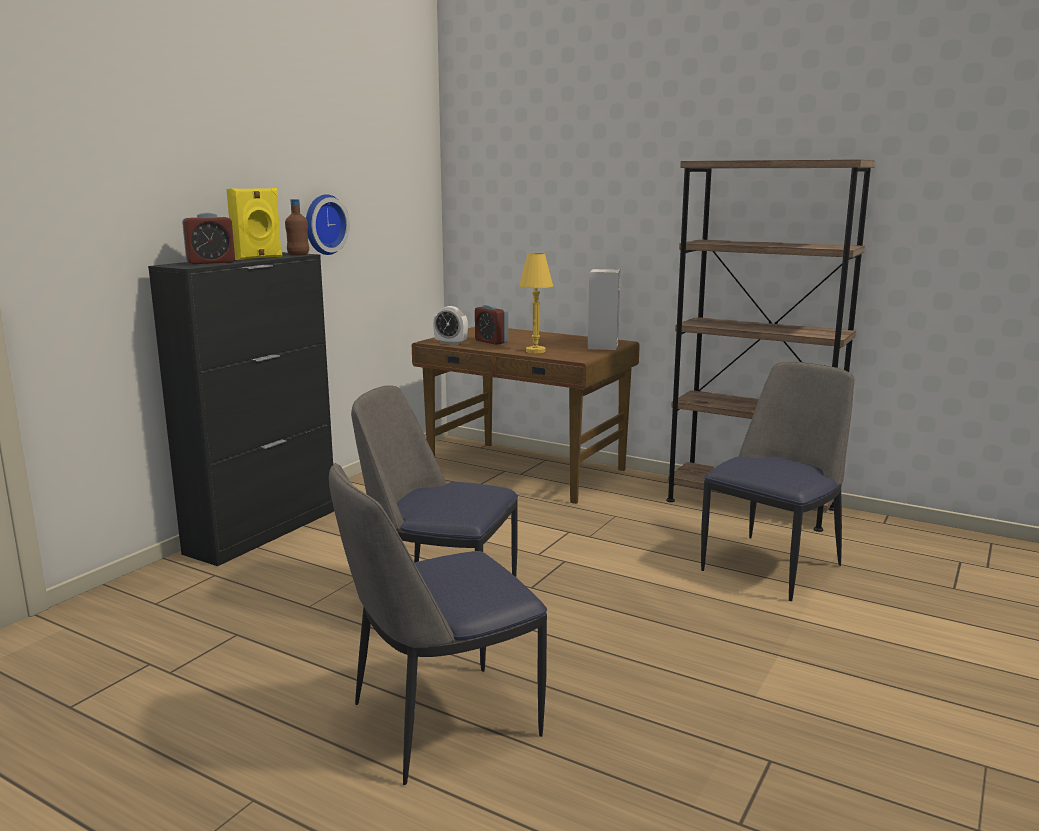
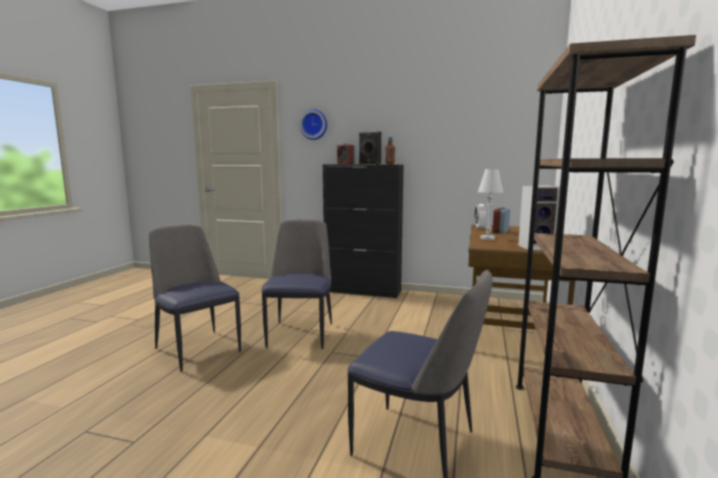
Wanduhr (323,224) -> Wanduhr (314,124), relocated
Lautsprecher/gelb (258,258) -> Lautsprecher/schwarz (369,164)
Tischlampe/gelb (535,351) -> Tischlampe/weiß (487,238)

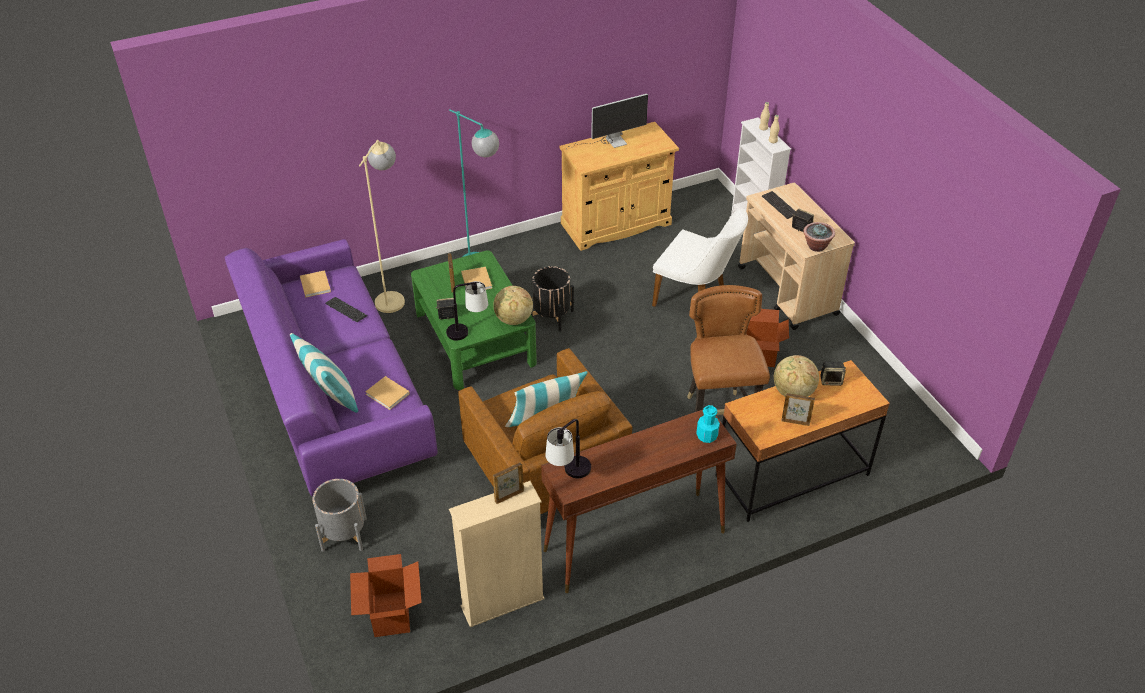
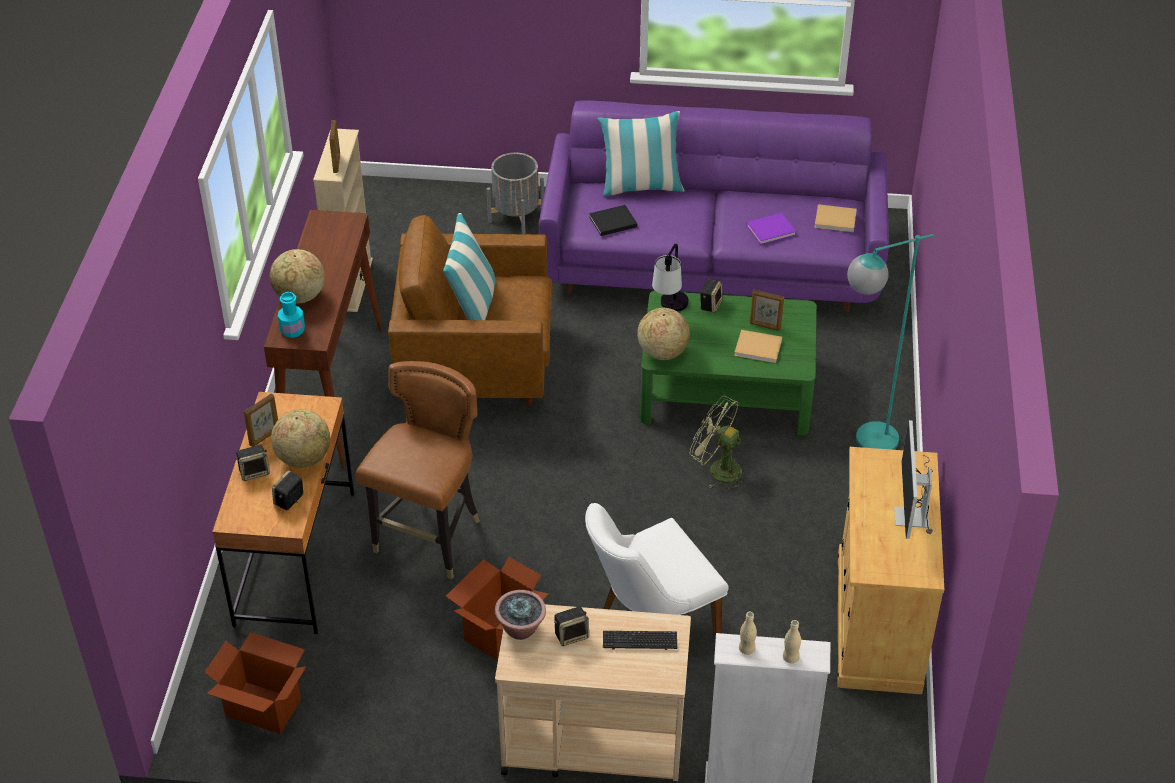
Stehlampe/beige (393,296) -> none
Tischlampe (569,476) -> none
none -> Lautsprecher (254,472)
none -> Globus (299,297)
Karton (390,614) -> Karton (263,707), relocated
Tastatur (346,310) -> Buch/lila (772,230)
Pflanzkübel/schwarz (552,316) -> Ventilator/grün (717,469)
Buch/beige (388,394) -> Buch/schwarz (611,222)
Stuhl/braun (718,418) -> Stuhl/braun (430,540), 90 degrees counterclockwise

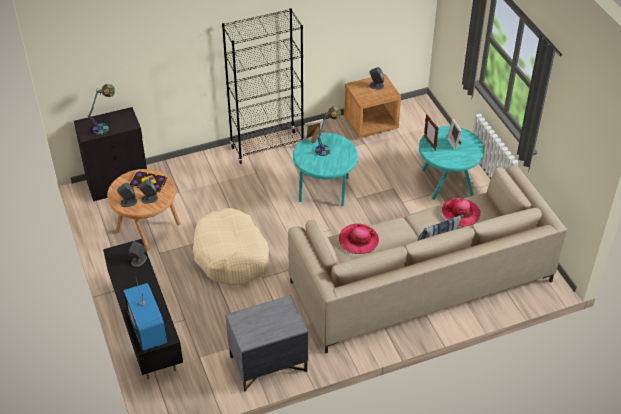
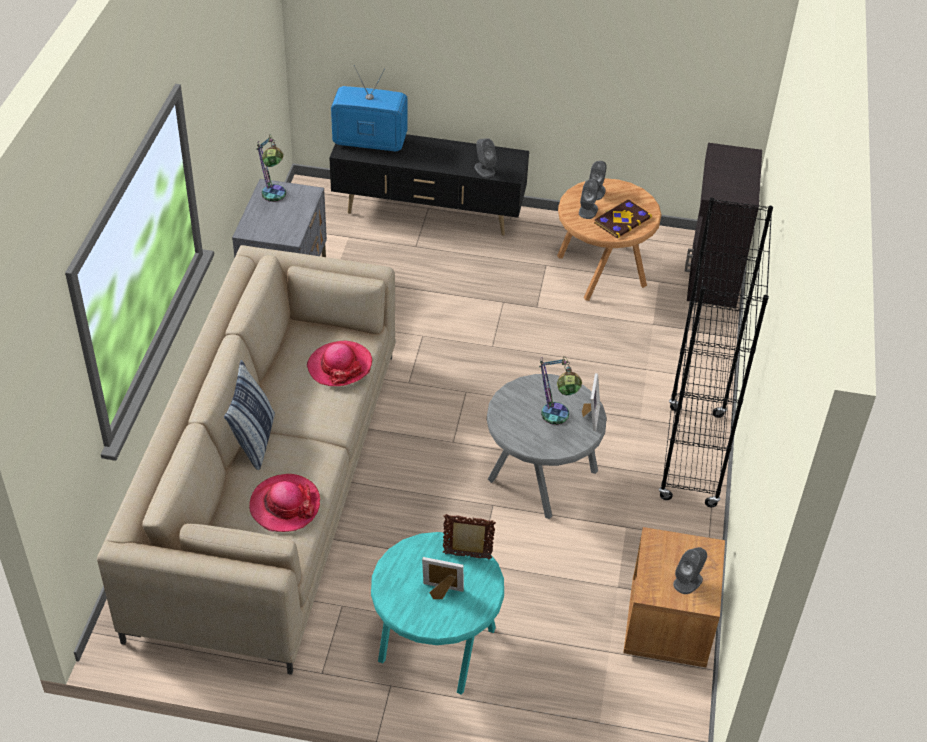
Hundebett/beige (231,256) -> none
Tischlampe (105,127) -> Tischlampe (274,199), relocated
Beistelltisch/türkis (325,190) -> Beistelltisch/grau (540,477)

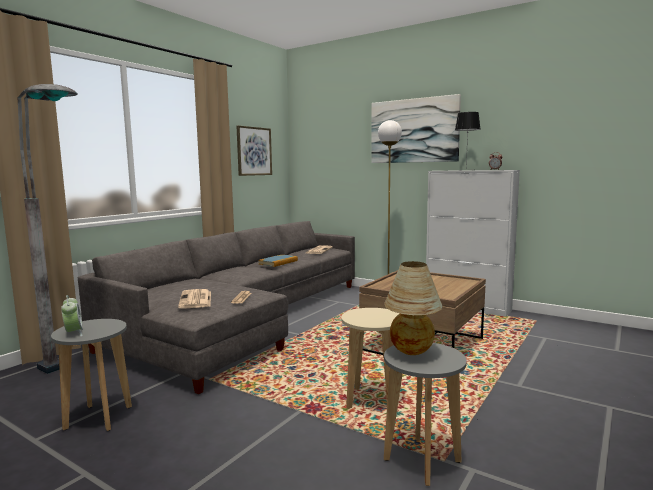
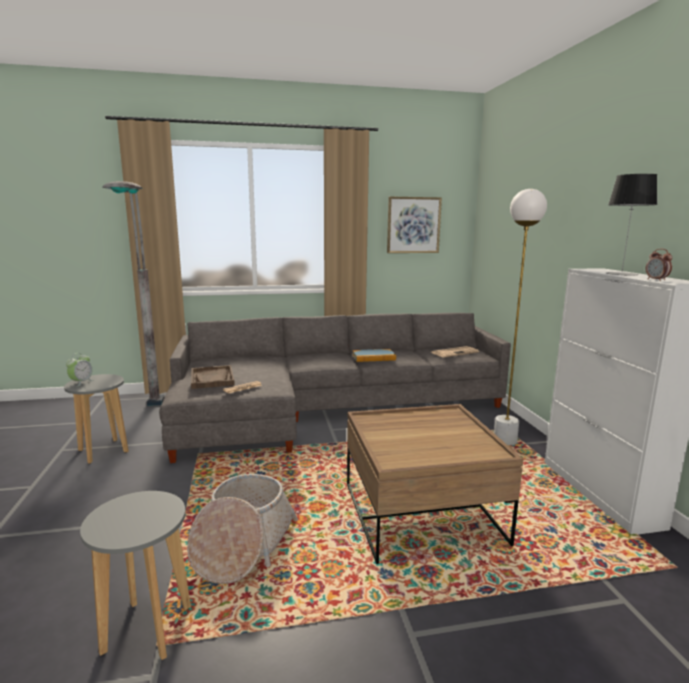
Bild (414,131) -> none
Tischlampe (411,352) -> none
Zeitung (196,300) -> Tablett/braun (212,378)
Hocker/beige (372,401) -> Korb (242,544)

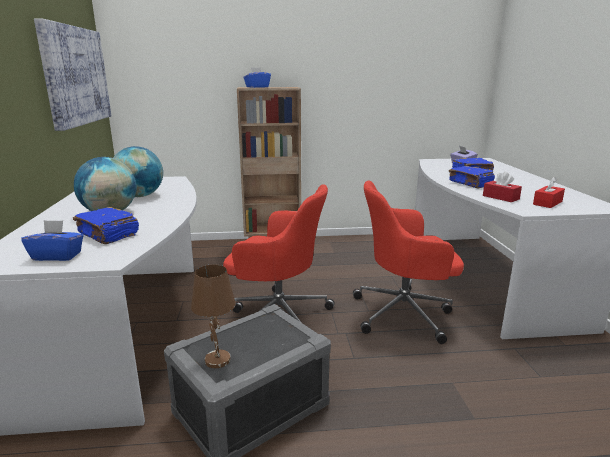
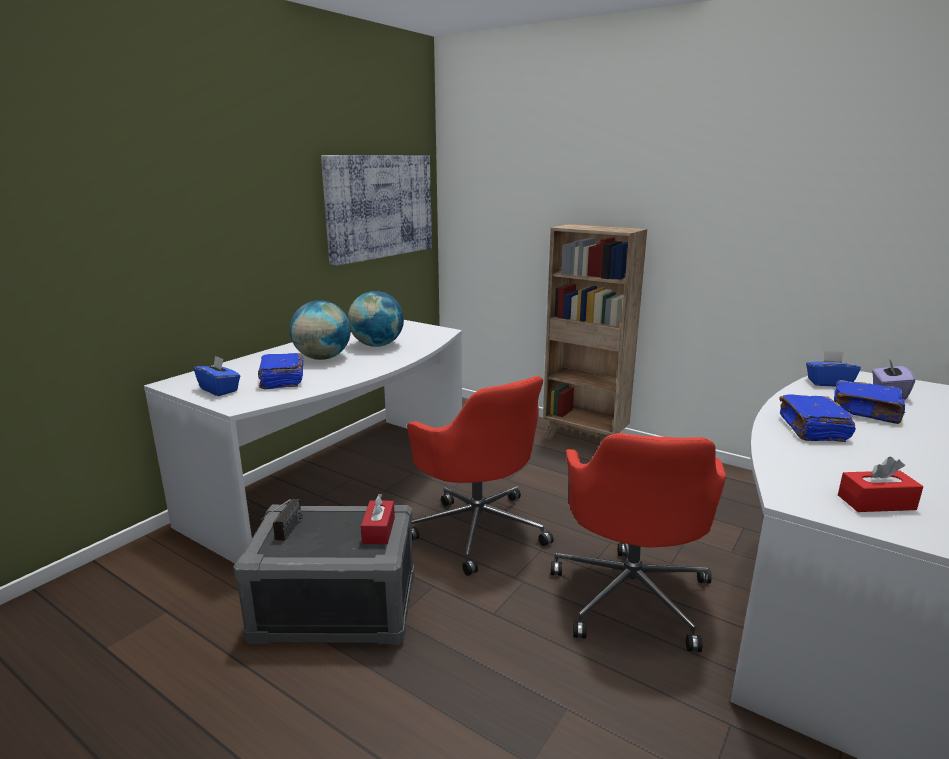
Taschentuchbox/blau (257,87) -> Taschentuchbox/blau (828,383), relocated
Taschentuchbox/rot (500,197) -> Taschentuchbox/rot (378,530), relocated
Tischlampe/braun (217,360) -> Radio (285,535)
Bürostuhl/rot (404,313) -> Bürostuhl/rot (631,594), 120 degrees counterclockwise

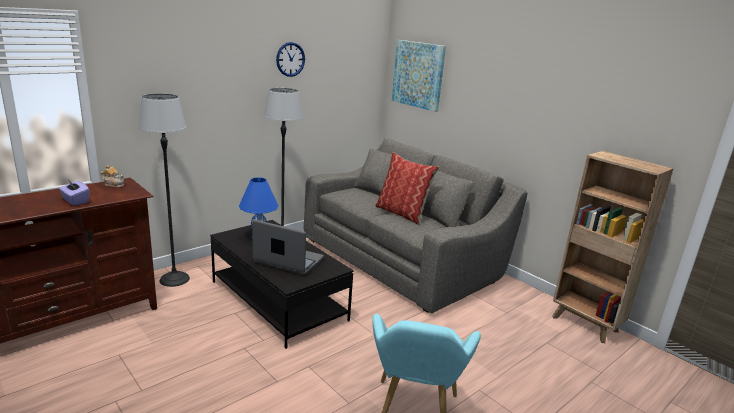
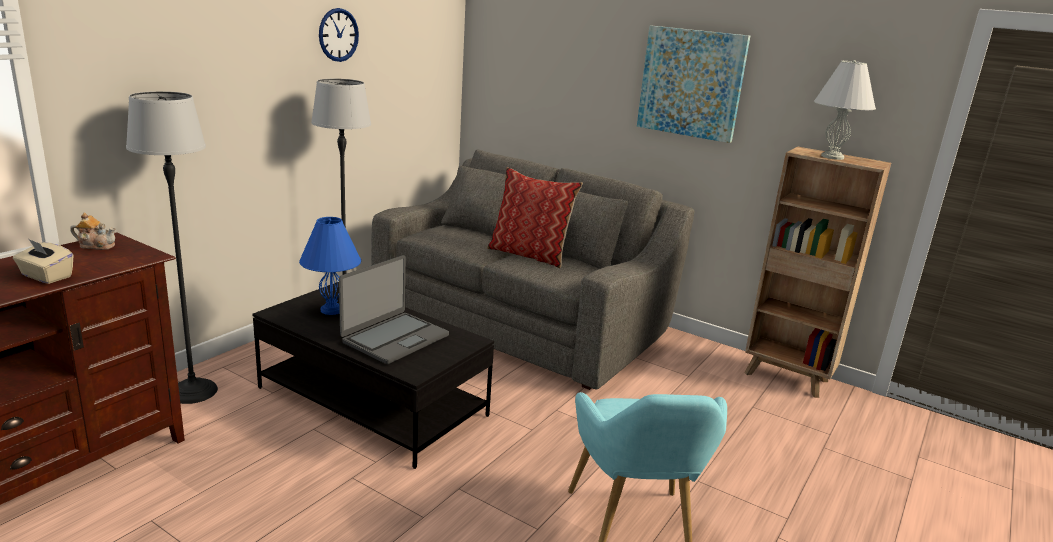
none -> Tischlampe/weiß (832,157)
Bild (418,74) -> Bild (691,83), relocated
Taschentuchbox/lila (75,201) -> Taschentuchbox/beige (46,276)
Laptop (288,261) -> Laptop (394,338), 120 degrees clockwise

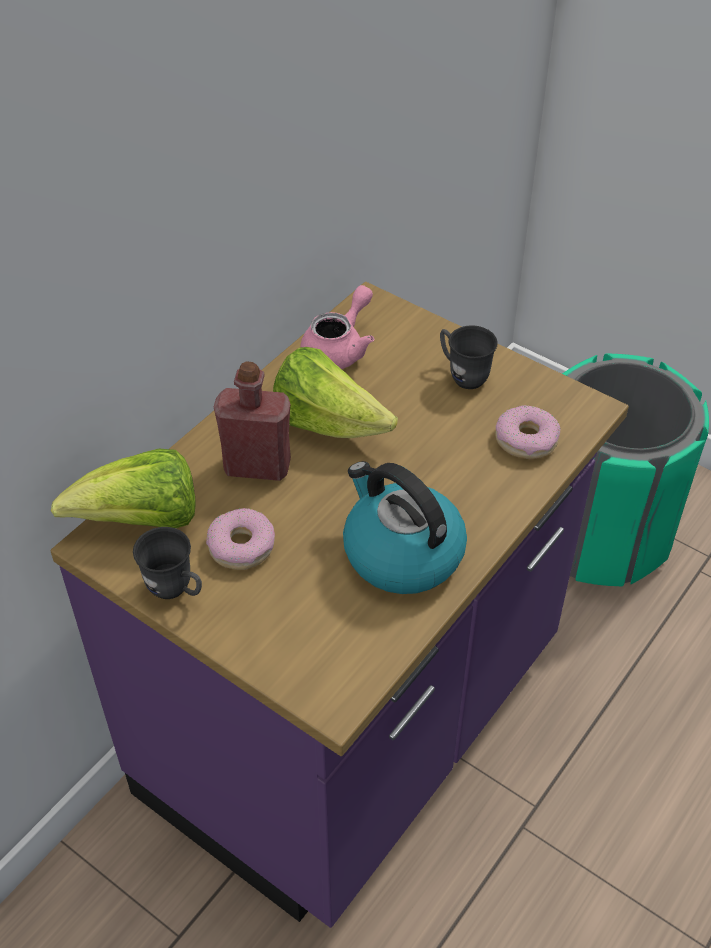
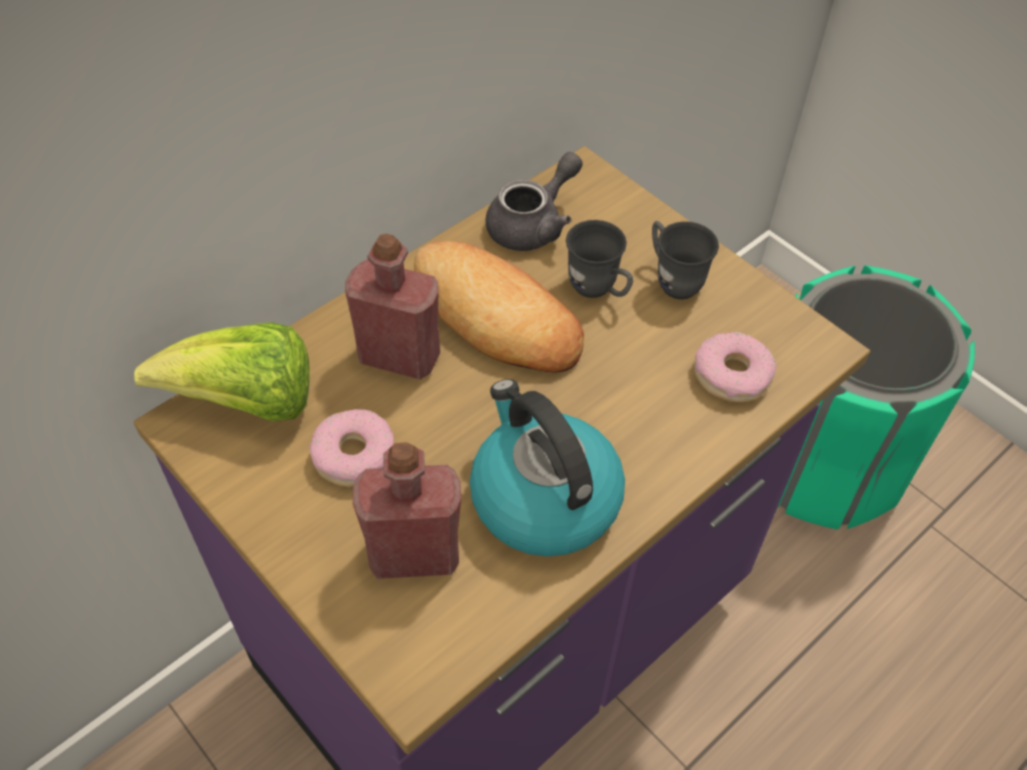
none -> Flasche/rot (414,554)
Henkelbecher/grau (176,590) -> Henkelbecher/grau (599,290), relocated
Salatkopf (328,424) -> Brot (496,316)
Teekanne/rosa (339,348) -> Teekanne/grau (533,224)

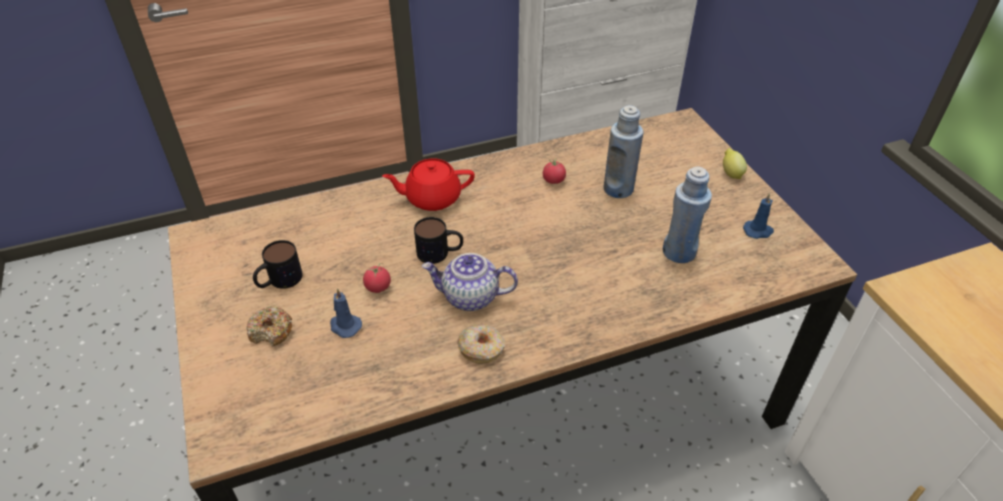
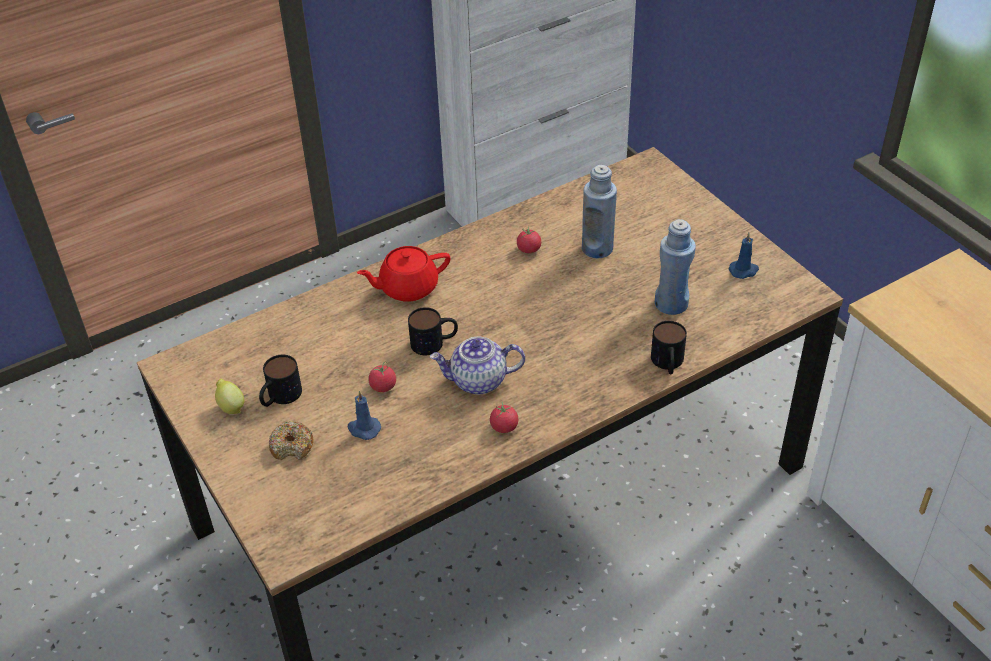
none -> Henkelbecher (668,364)
Zitrone (731,174) -> Zitrone (231,407), relocated
Donut (481,348) -> Tomate (504,427)

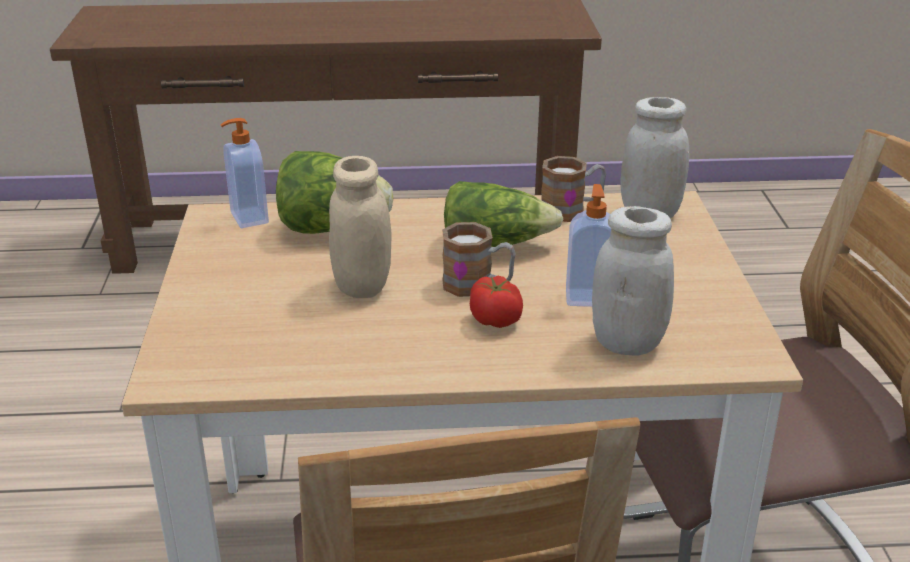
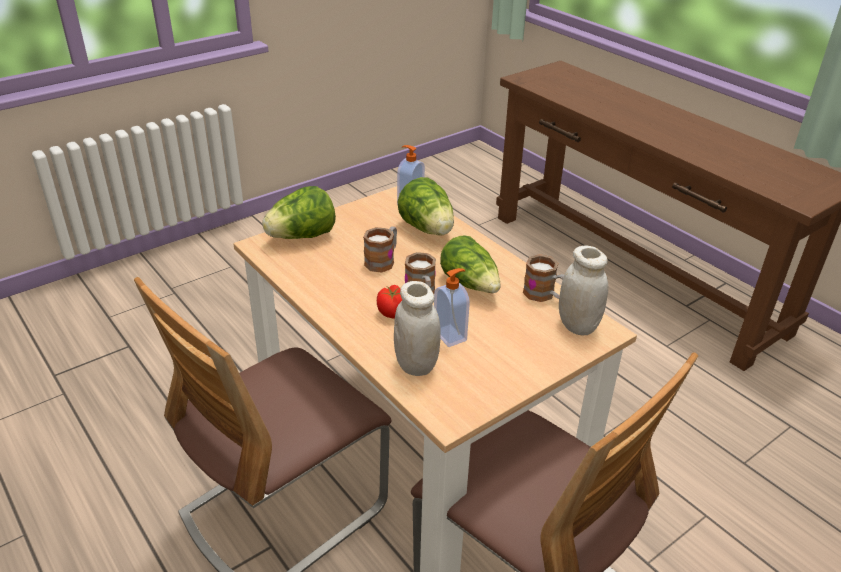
none -> Salatkopf (302,236)
Vorratsglas/beige (362,286) -> Henkelbecher (383,260)

